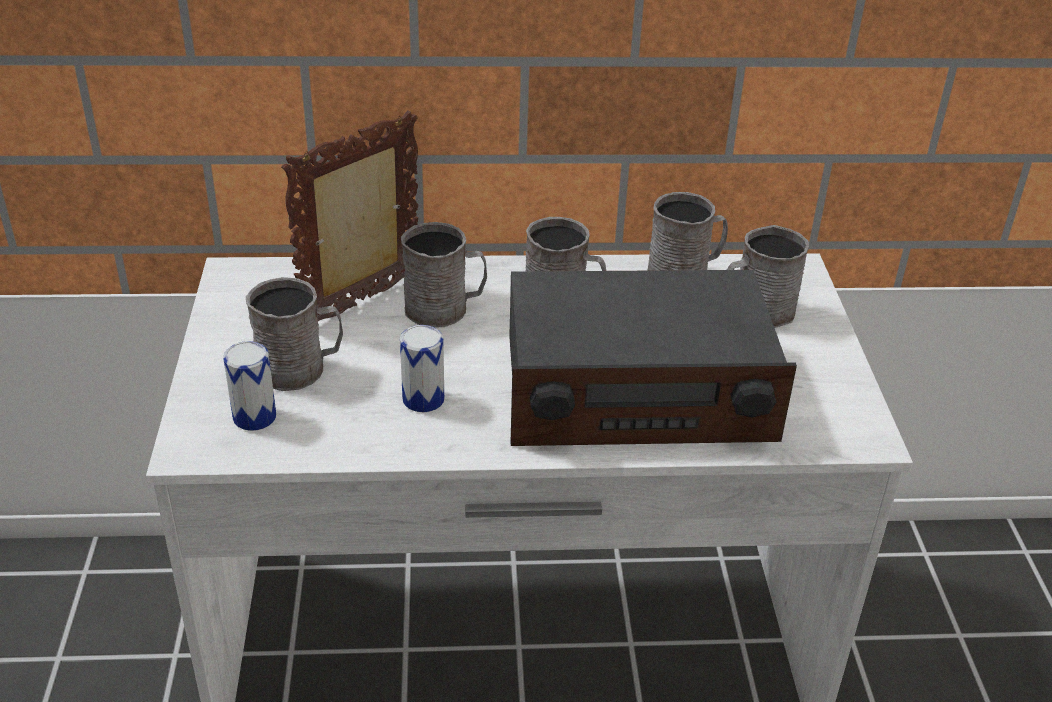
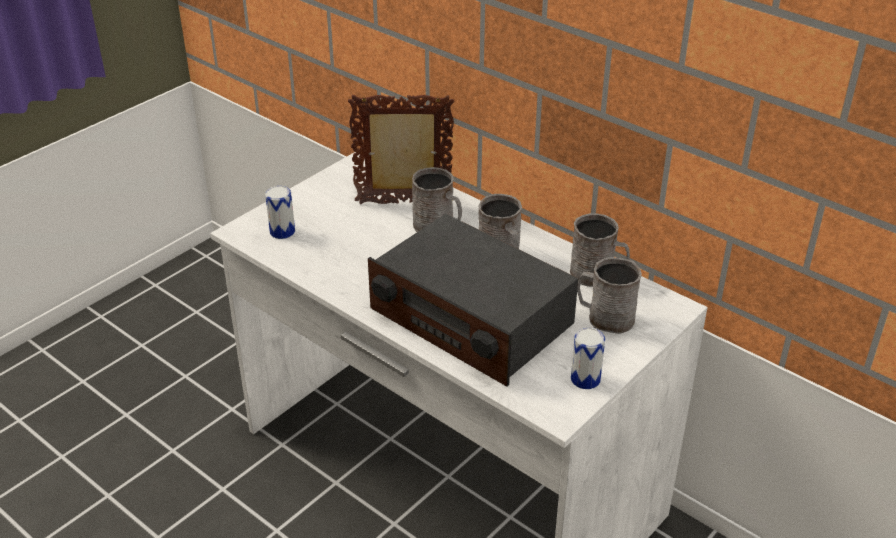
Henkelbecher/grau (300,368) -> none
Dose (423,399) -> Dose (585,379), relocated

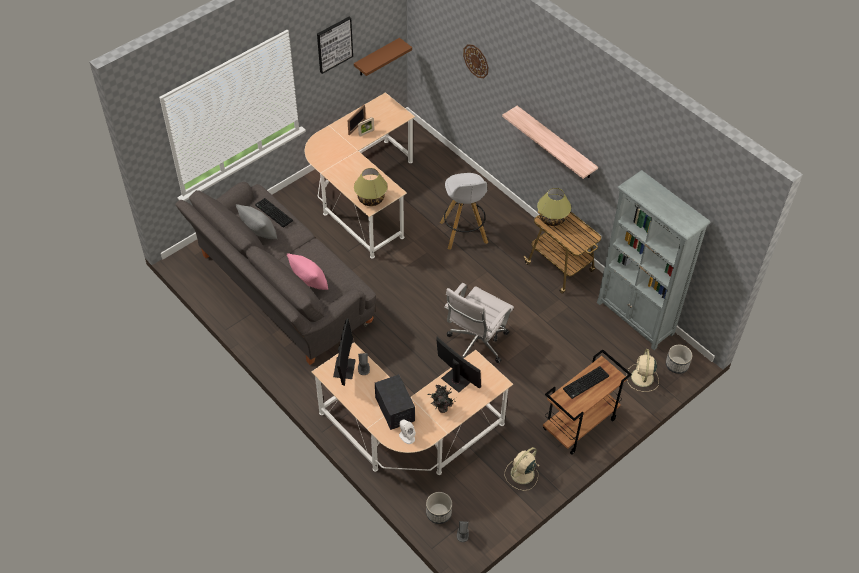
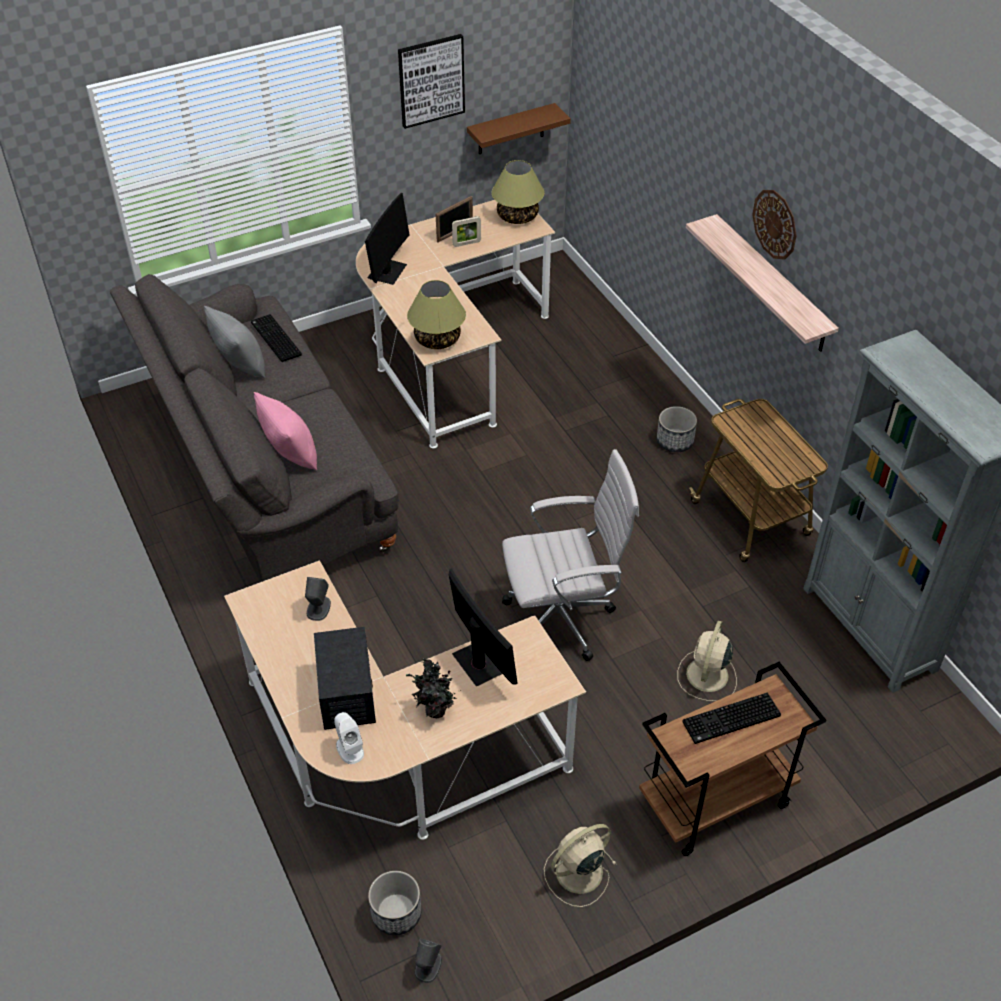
Hocker/weiß (464,233) -> none
Monitor (344,368) -> Monitor (387,272), relocated
Wanduhr (476,61) -> Wanduhr (775,224), relocated
Tischlampe (552,218) -> Tischlampe (517,216), relocated
Ventilator/beige (642,378) -> Ventilator/beige (706,676), relocated
Pflanzkübel (677,365) -> Pflanzkübel (675,441), relocated
Bürostuhl/weiß (476,344) -> Bürostuhl/weiß (563,619), 150 degrees counterclockwise

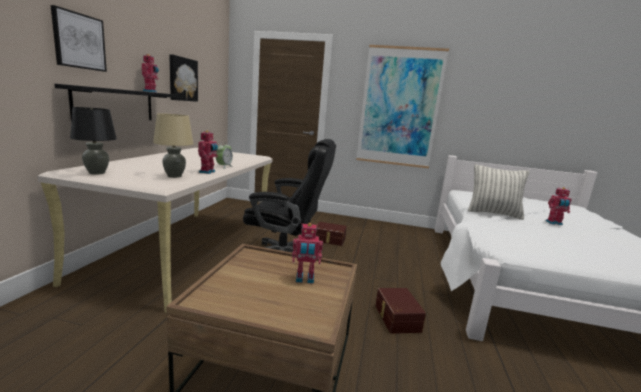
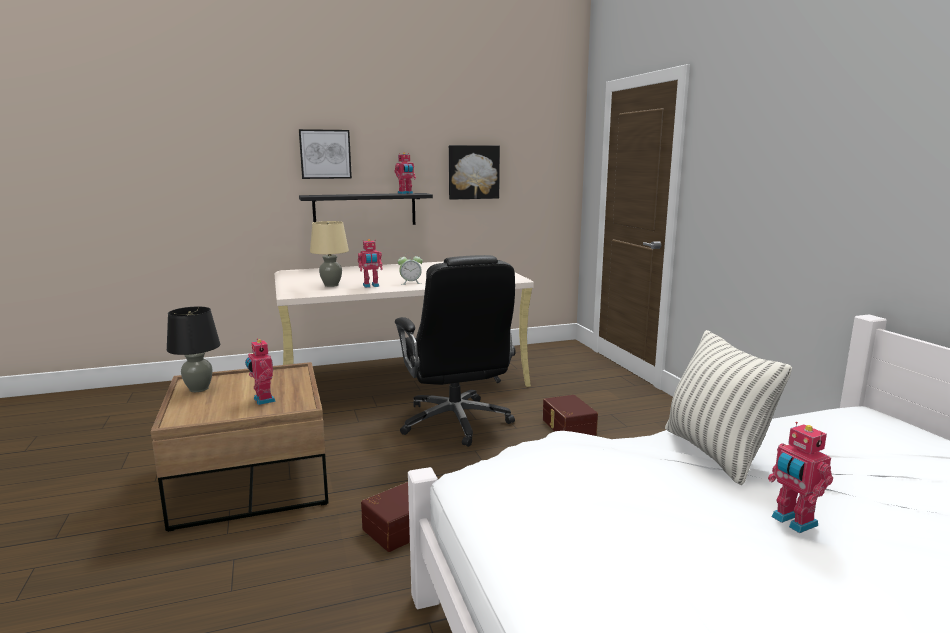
Bild (399,107) -> none
Tischlampe/schwarz (96,173) -> Tischlampe/schwarz (198,389), relocated

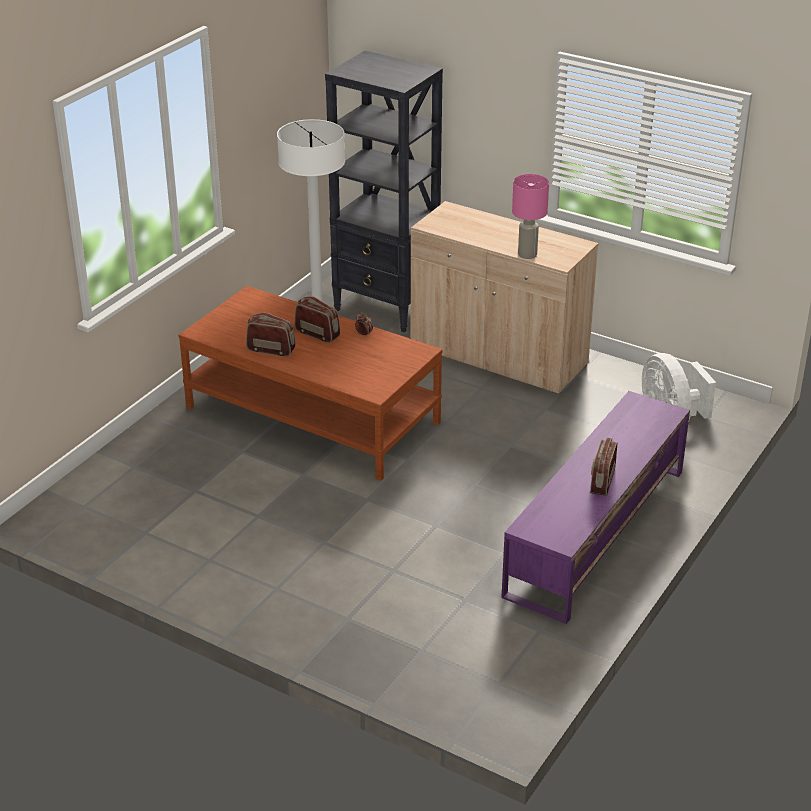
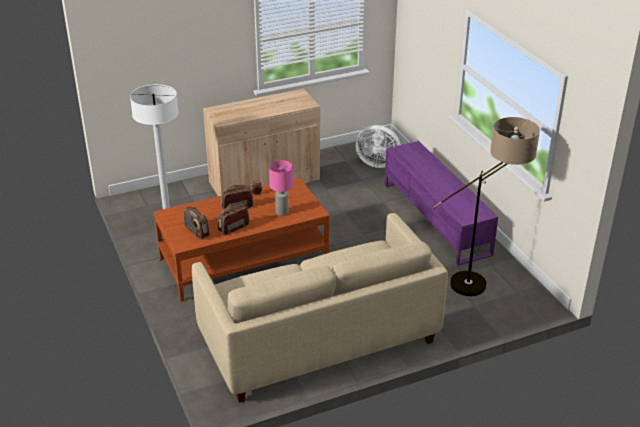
Bücherregal/schwarz (387,307) -> none
none -> Sofa/beige (318,338)
none -> Stehlampe (482,284)
Tischlampe/rosa (528,254) -> Tischlampe/rosa (282,212), relocated
Radio (602,481) -> Radio (197,231), relocated

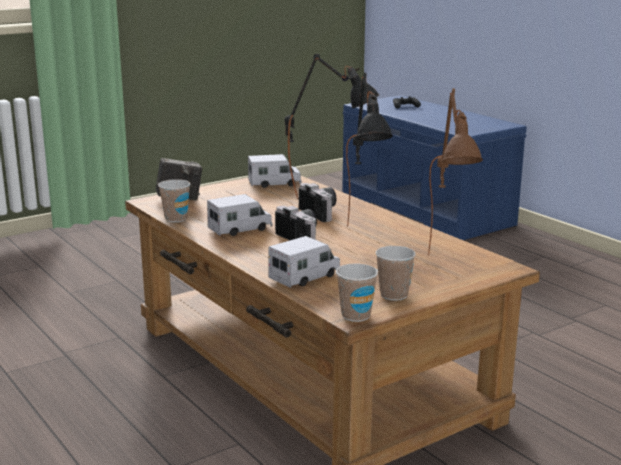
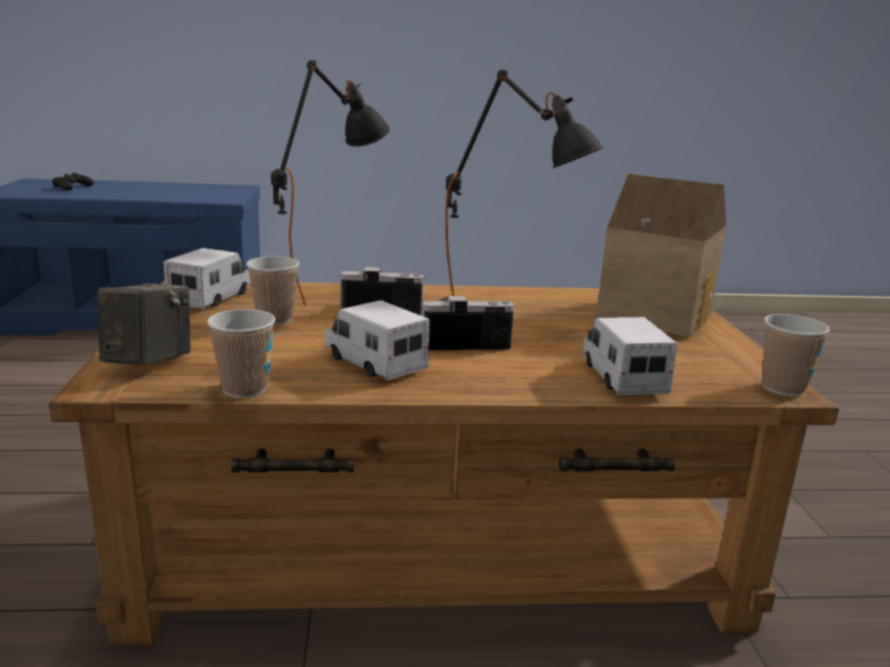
Tasse (394,295) -> Tasse (274,319), relocated
Tischlampe/braun (448,269) -> Spielzeughaus (655,314)
Spielzeuglaster (240,229) -> Spielzeuglaster (374,362), 45 degrees counterclockwise

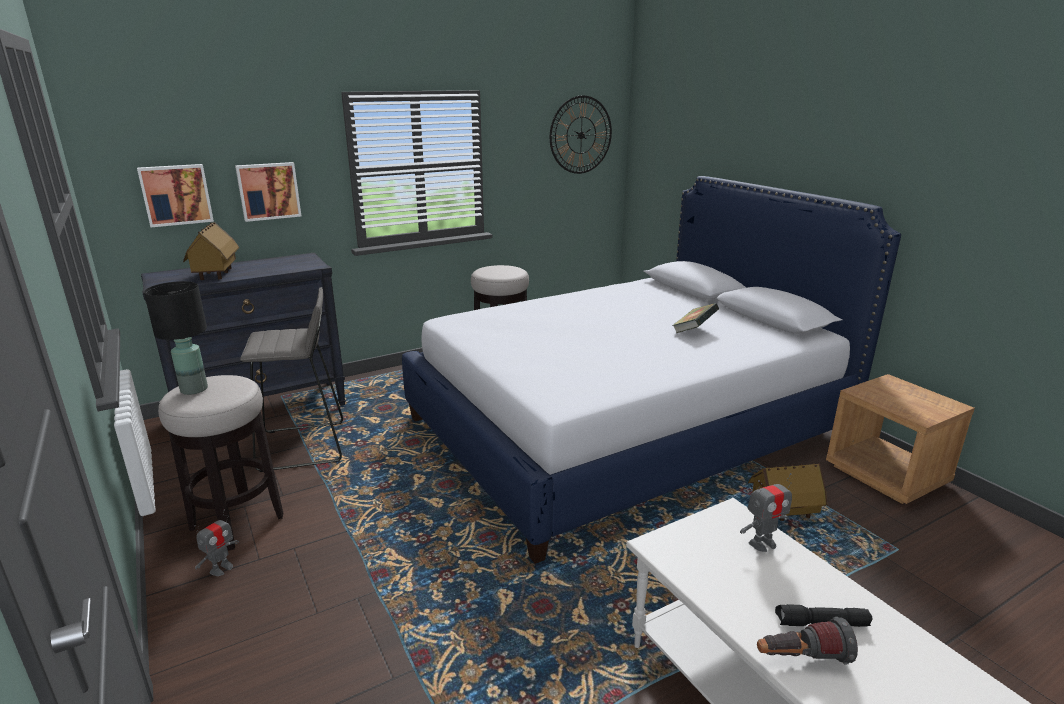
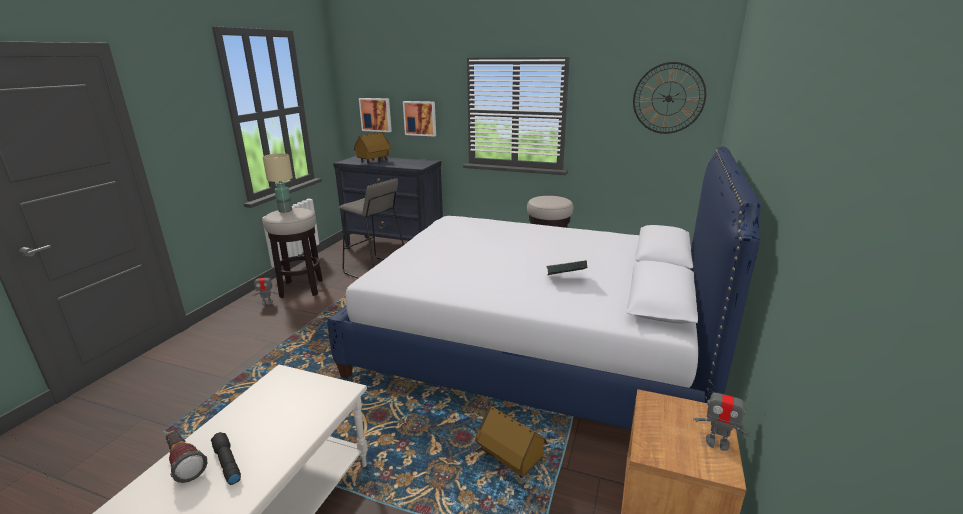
Spielzeugroboter (762,543) -> Spielzeugroboter (717,442), relocated
Tischlampe/schwarz (195,389) -> Tischlampe/beige (285,211)

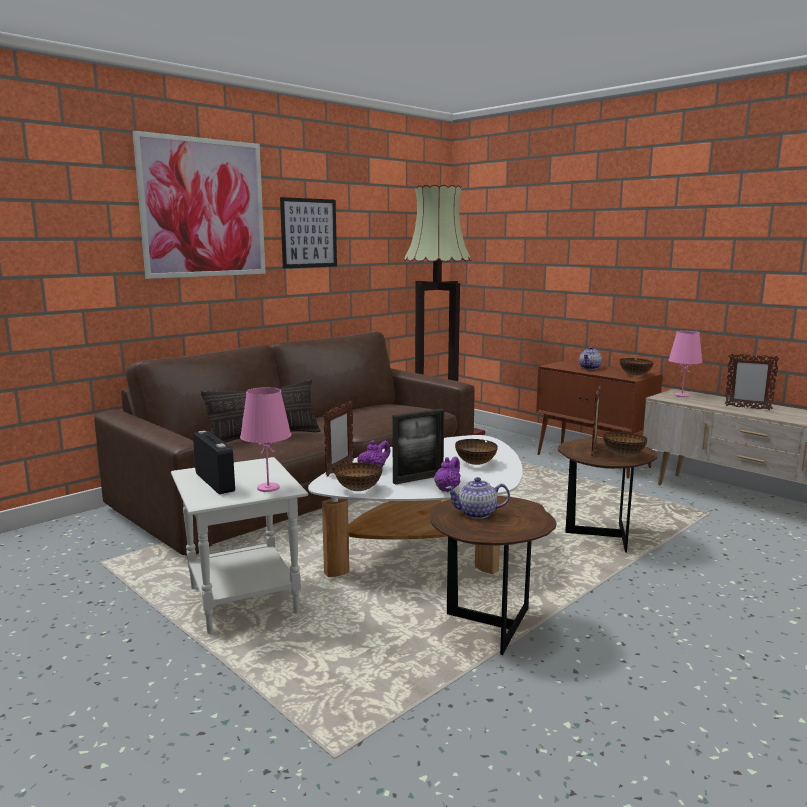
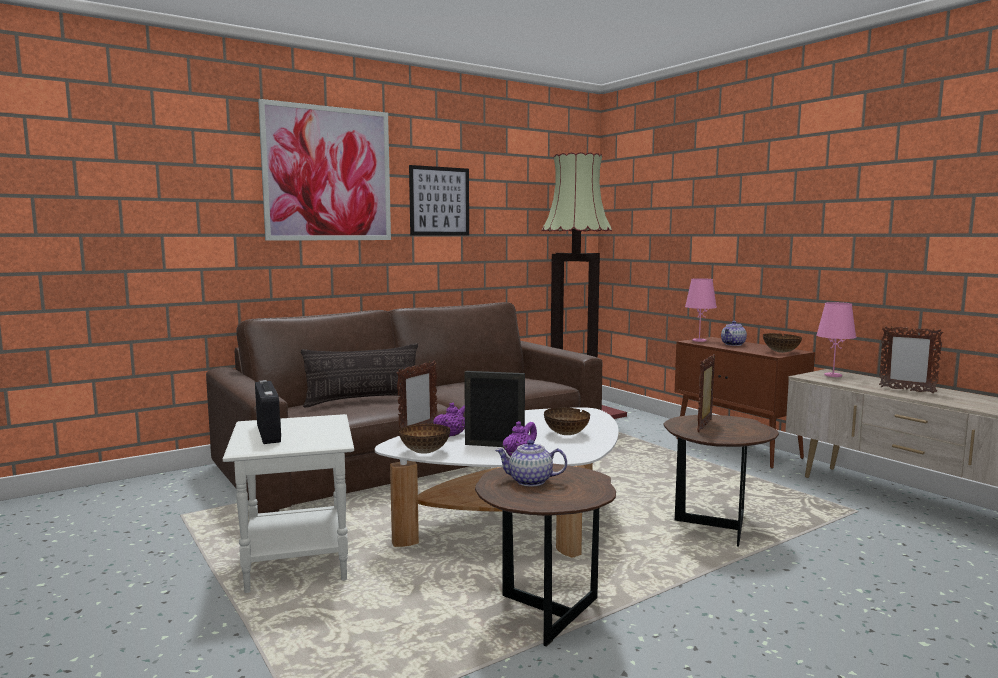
Schüssel (624,455) -> none
Tischlampe/rosa (268,487) -> Tischlampe/rosa (699,340), relocated
Bilderrahmen (418,479) -> Bilderrahmen (494,445), 150 degrees counterclockwise

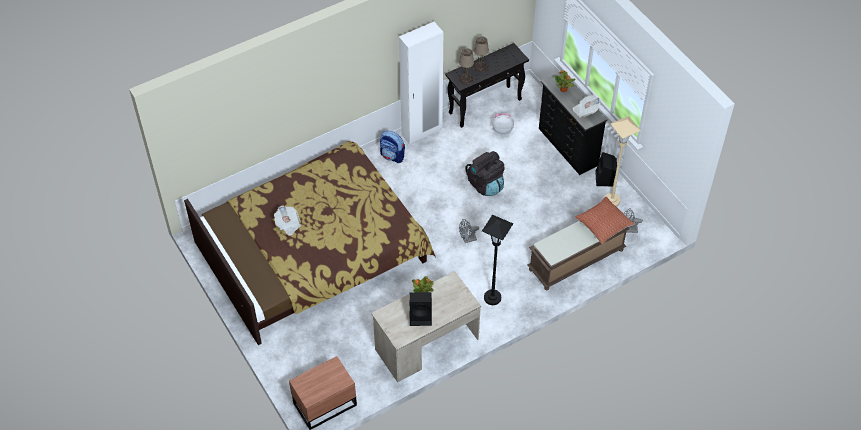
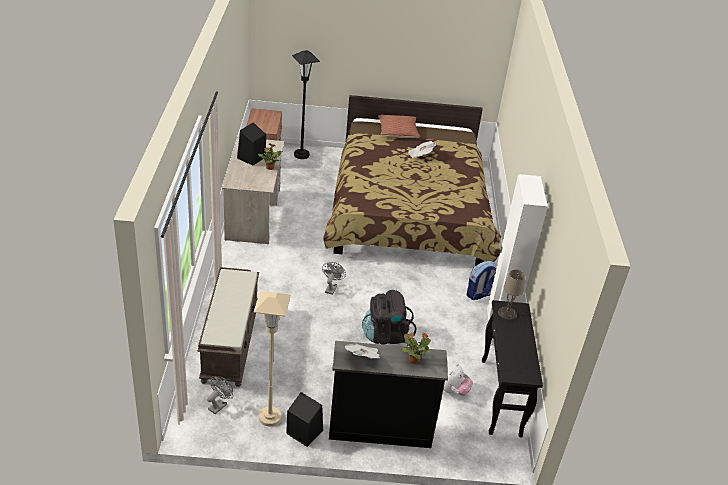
Tischlampe/beige (480,66) -> none
Stehlampe/schwarz (492,298) -> Stehlampe/schwarz (301,155), relocated
Kissen (603,224) -> Kissen (398,132), relocated

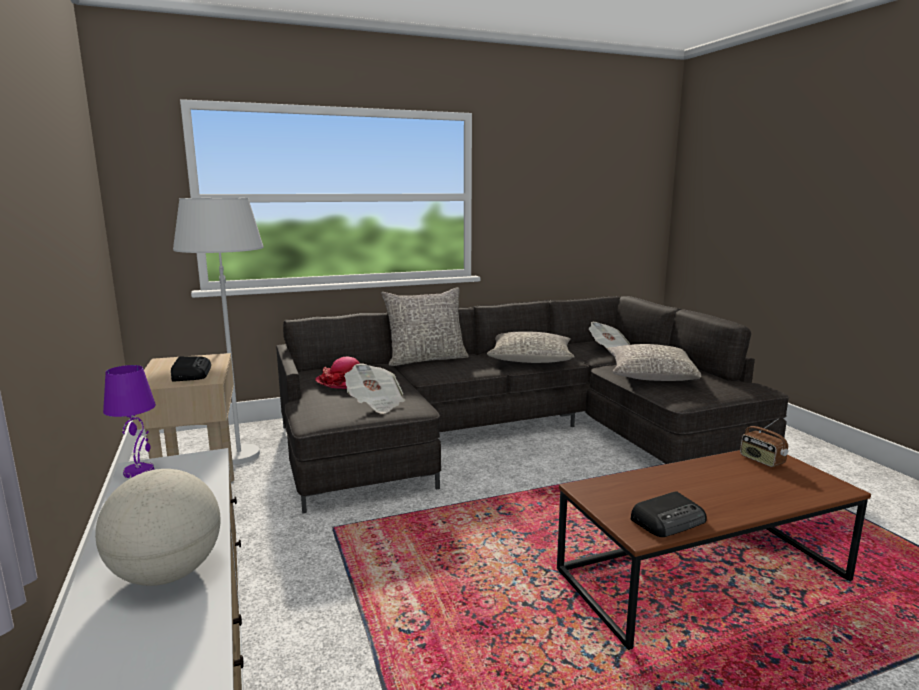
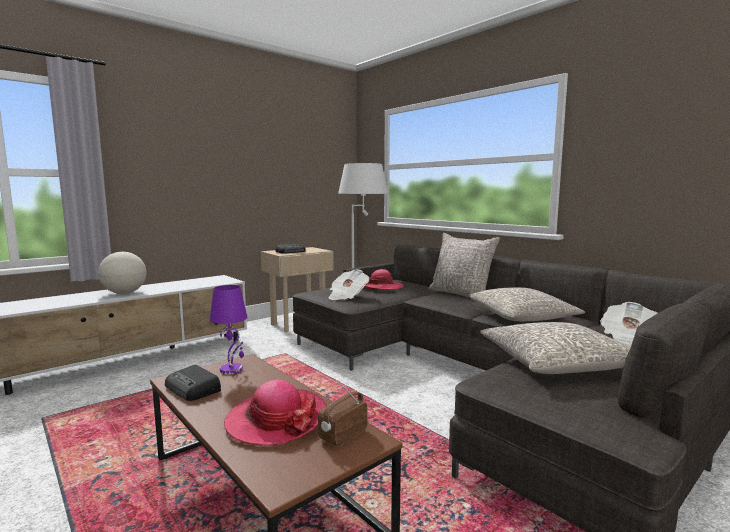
none -> Hut (276,420)
Tischlampe/lila (139,471) -> Tischlampe/lila (232,369), relocated

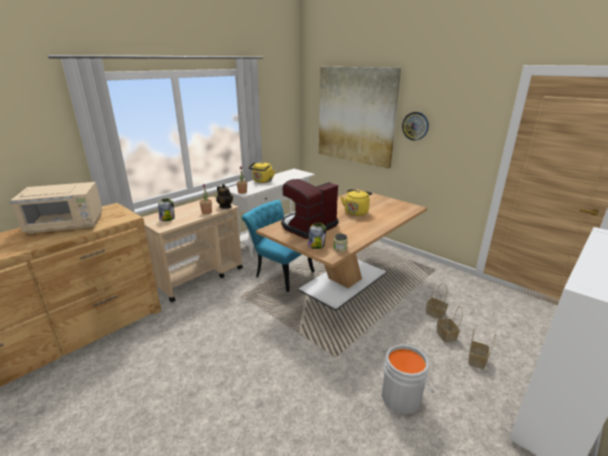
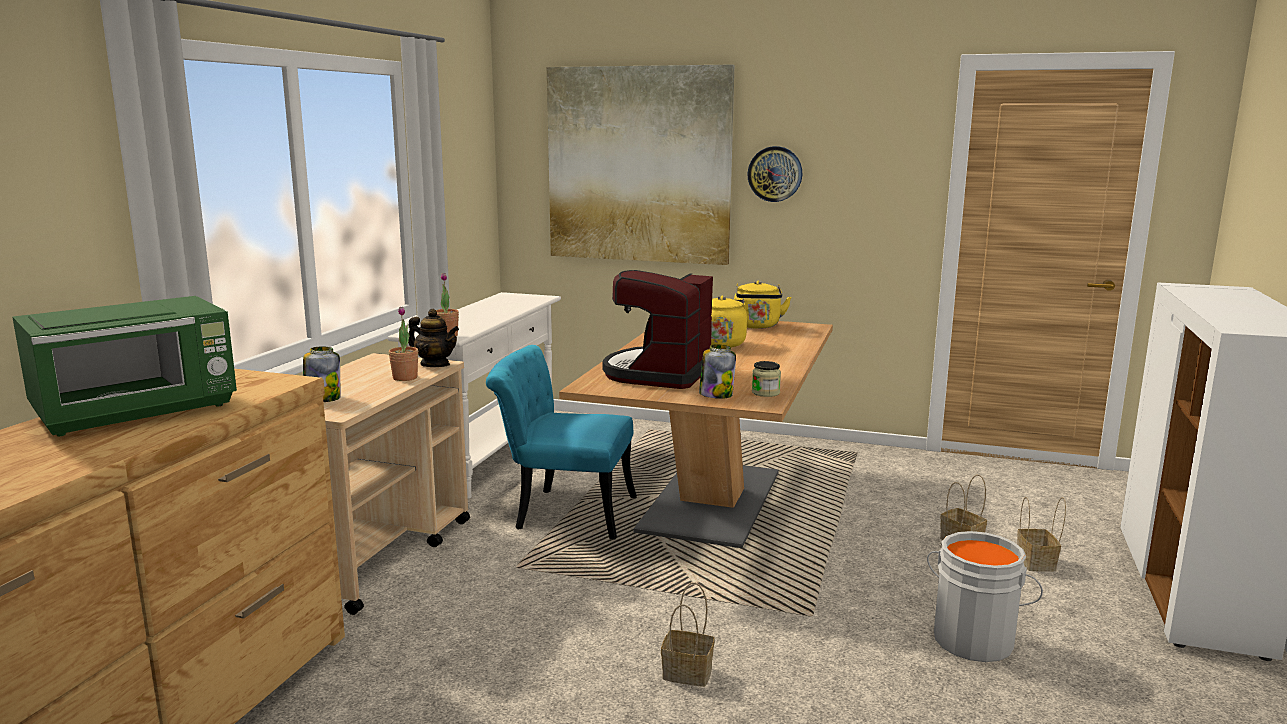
Wasserkessel/gelb (262,181) -> Wasserkessel/gelb (757,326), relocated
Korb (436,314) -> Korb (689,673), relocated
Mikrowelle/beige (67,225) -> Mikrowelle/grün (139,412)

